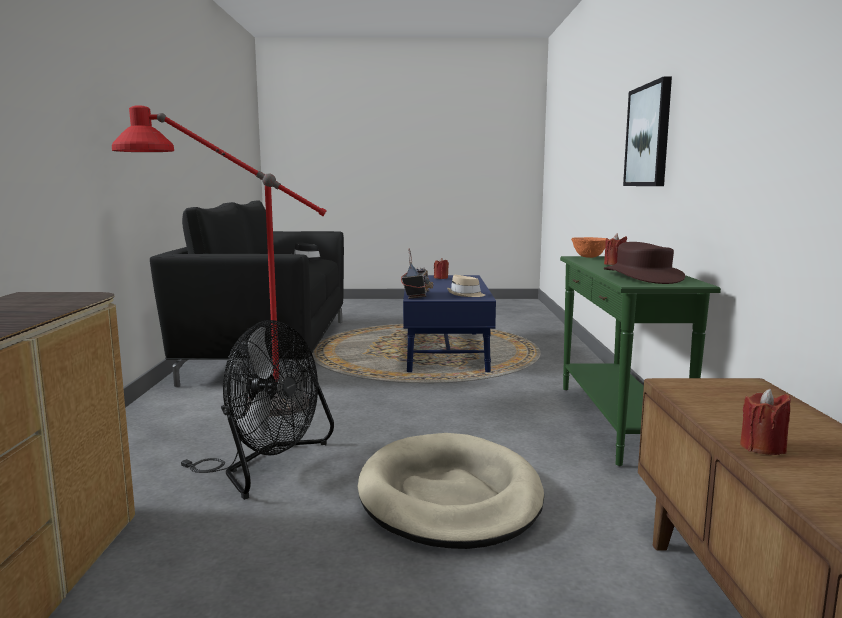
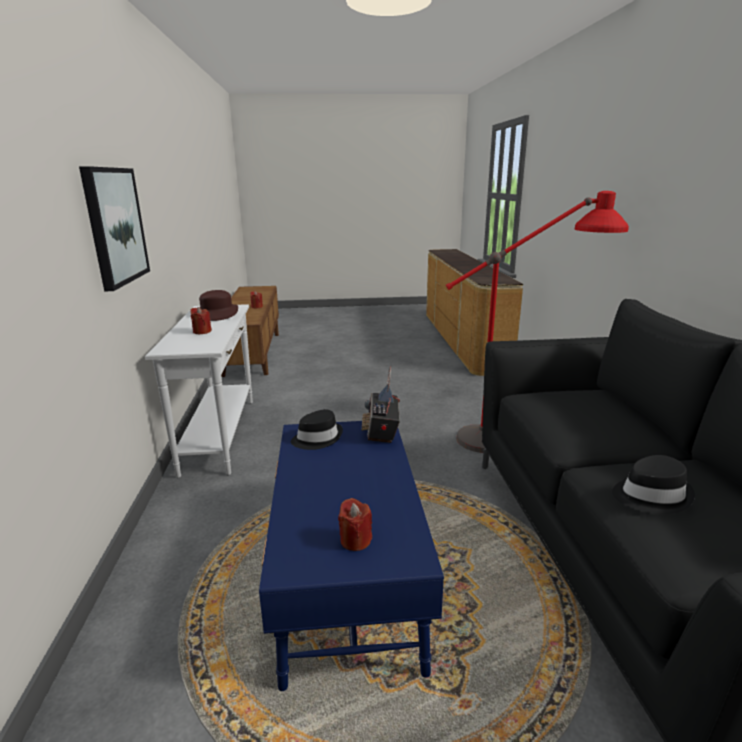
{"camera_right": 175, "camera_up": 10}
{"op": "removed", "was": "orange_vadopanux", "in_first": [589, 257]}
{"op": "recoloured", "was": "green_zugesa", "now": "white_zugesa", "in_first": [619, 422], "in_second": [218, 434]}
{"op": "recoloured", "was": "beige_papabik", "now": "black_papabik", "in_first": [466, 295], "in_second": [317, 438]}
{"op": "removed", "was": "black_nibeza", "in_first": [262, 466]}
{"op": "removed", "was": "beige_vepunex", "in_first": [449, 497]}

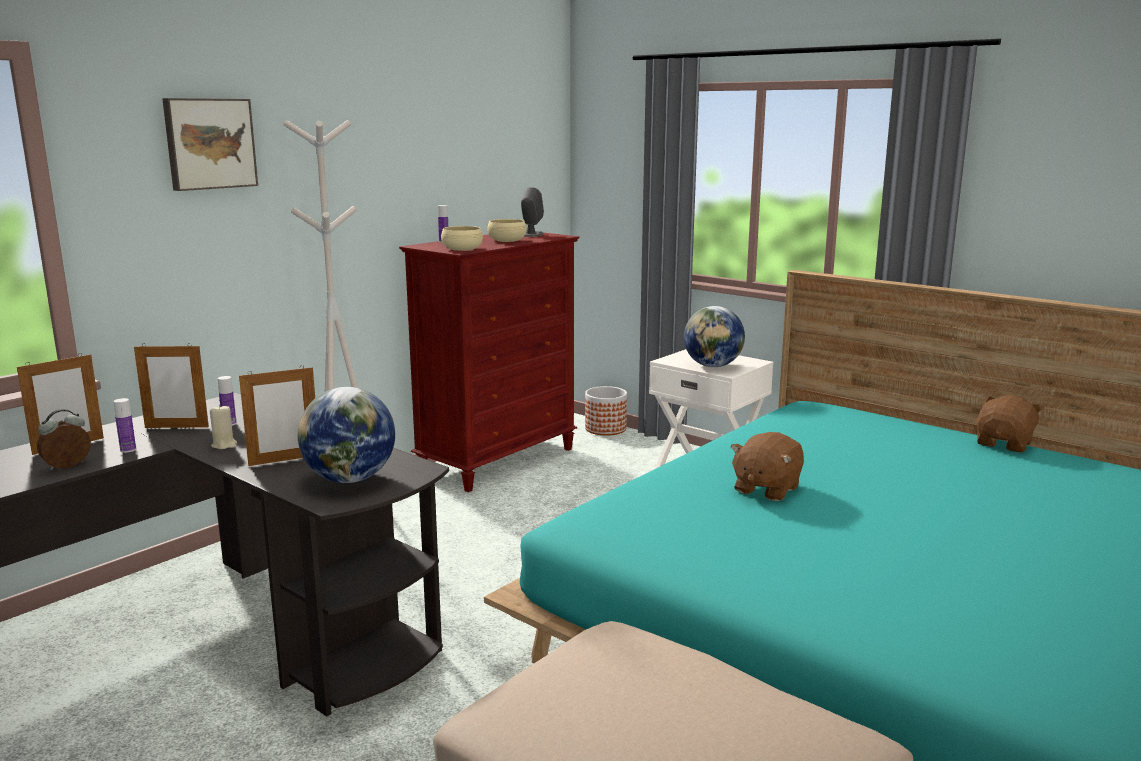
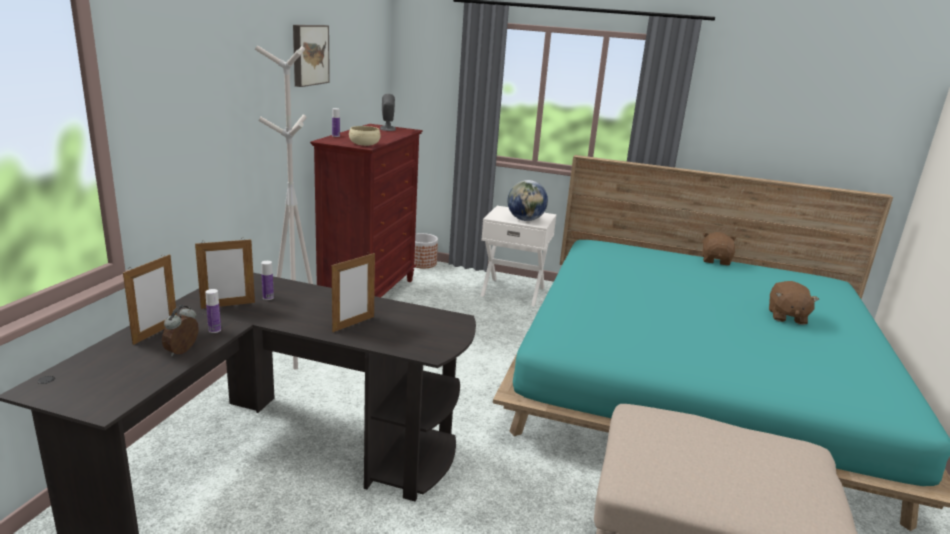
{"camera_right": -25, "camera_up": 5}
{"op": "moved", "was": "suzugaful", "in_first": [209, 143], "in_second": [309, 54]}
{"op": "removed", "was": "beige_vadopanux", "in_first": [507, 240]}
{"op": "removed", "was": "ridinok", "in_first": [349, 479]}
{"op": "removed", "was": "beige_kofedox", "in_first": [224, 445]}
{"op": "moved", "was": "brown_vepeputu", "in_first": [765, 489], "in_second": [786, 317]}

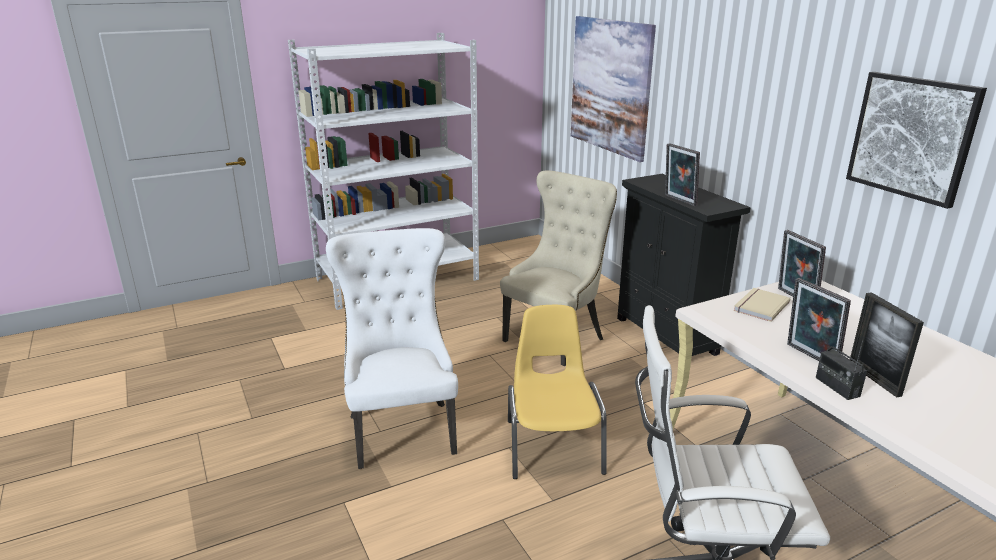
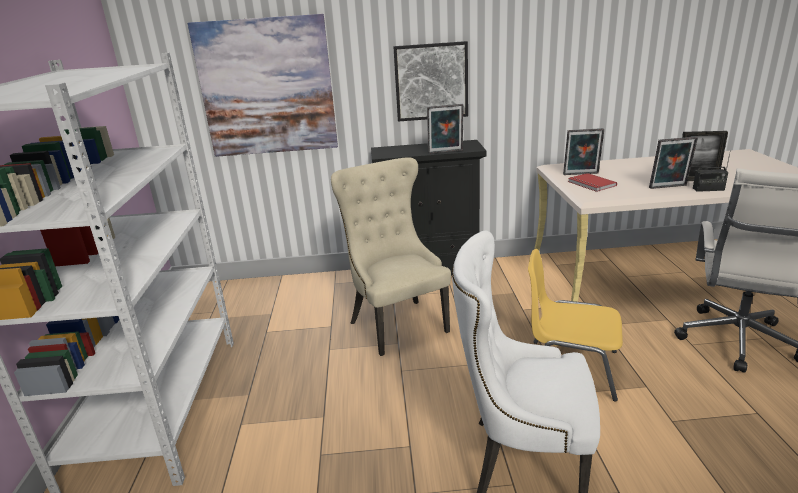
{"camera_right": -65, "camera_up": 0}
{"op": "moved", "was": "suzugaful", "in_first": [912, 137], "in_second": [431, 81]}
{"op": "recoloured", "was": "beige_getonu", "now": "red_getonu", "in_first": [759, 306], "in_second": [591, 184]}

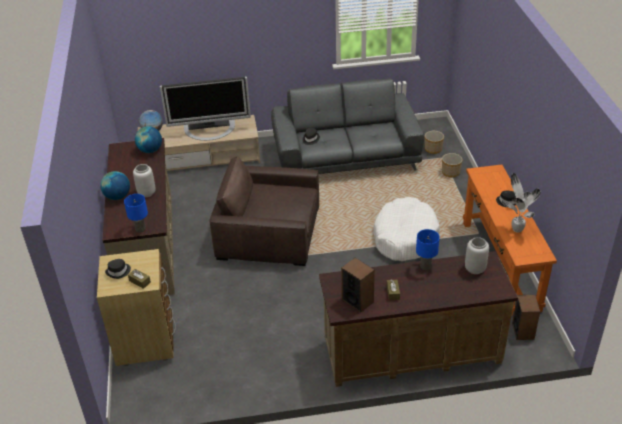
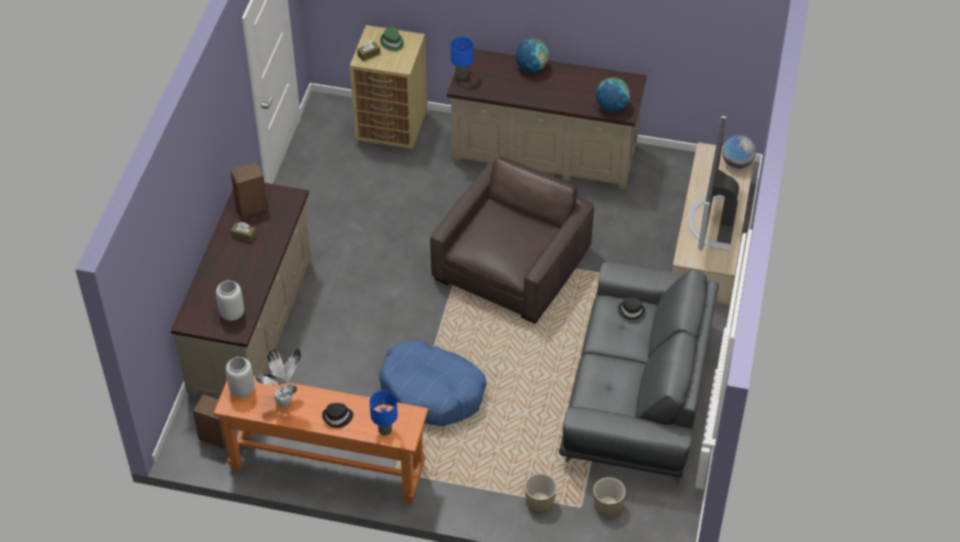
{"camera_right": 110, "camera_up": 10}
{"op": "moved", "was": "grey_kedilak", "in_first": [146, 193], "in_second": [242, 389]}
{"op": "recoloured", "was": "white_vepunex", "now": "blue_vepunex", "in_first": [404, 237], "in_second": [432, 392]}
{"op": "moved", "was": "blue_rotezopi", "in_first": [426, 267], "in_second": [385, 431]}
{"op": "recoloured", "was": "black_papabik", "now": "green_papabik", "in_first": [118, 272], "in_second": [392, 43]}

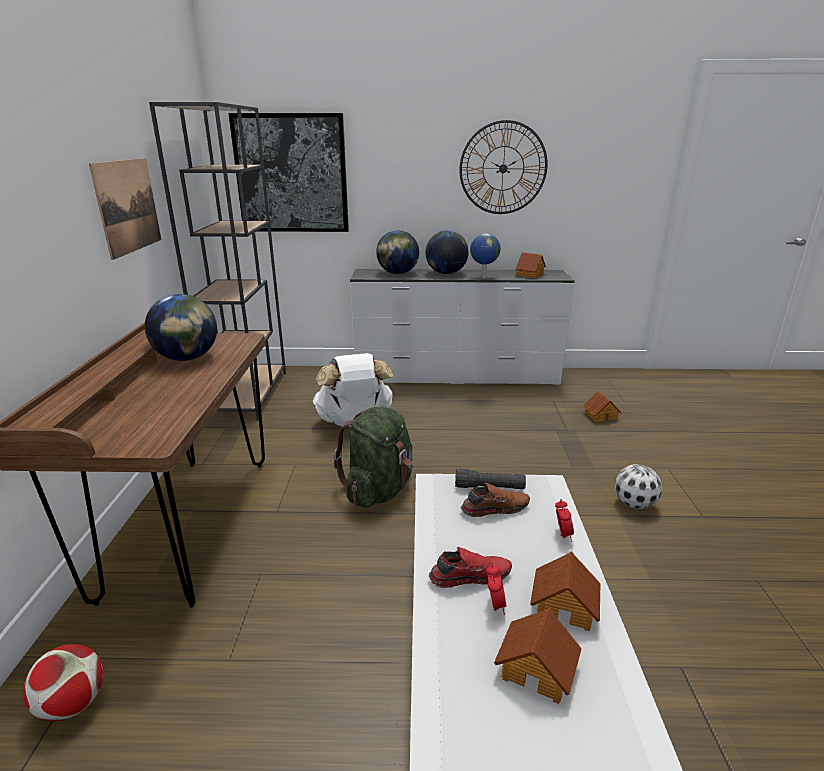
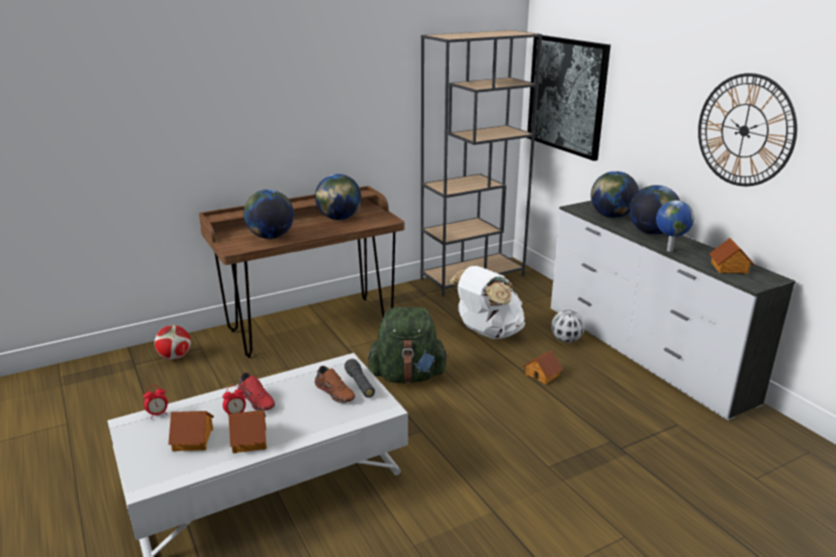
{"camera_right": 60, "camera_up": 0}
{"op": "removed", "was": "suzugaful", "in_first": [128, 206]}
{"op": "moved", "was": "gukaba", "in_first": [600, 415], "in_second": [542, 374]}
{"op": "moved", "was": "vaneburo", "in_first": [634, 504], "in_second": [566, 340]}
{"op": "moved", "was": "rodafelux", "in_first": [562, 535], "in_second": [158, 414]}
{"op": "added", "now": "ridinok", "in_second": [270, 236]}

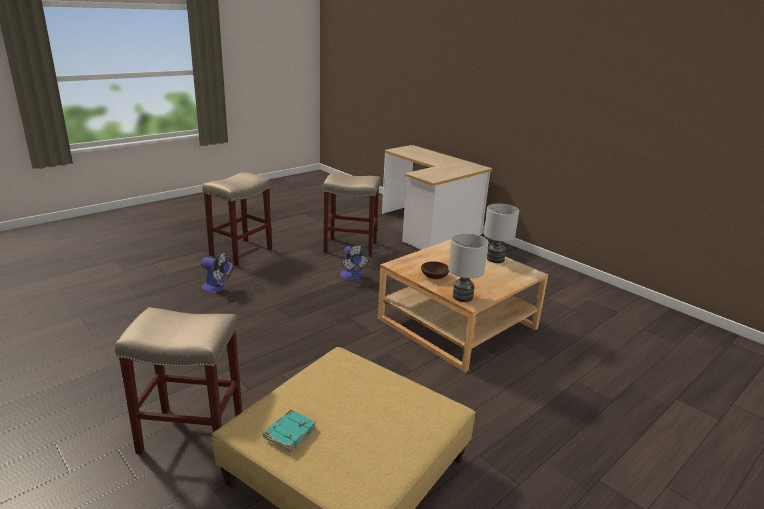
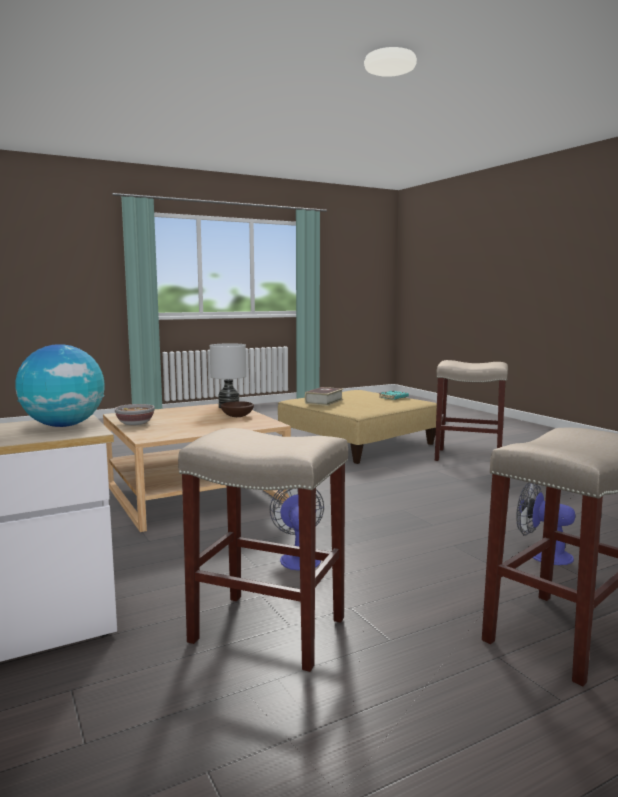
{"camera_right": -165, "camera_up": -15}
{"op": "replaced", "was": "grey_rotezopi", "now": "vadopanux", "in_first": [495, 259], "in_second": [135, 423]}
{"op": "added", "now": "ridinok", "in_second": [63, 425]}
{"op": "added", "now": "getonu", "in_second": [324, 401]}

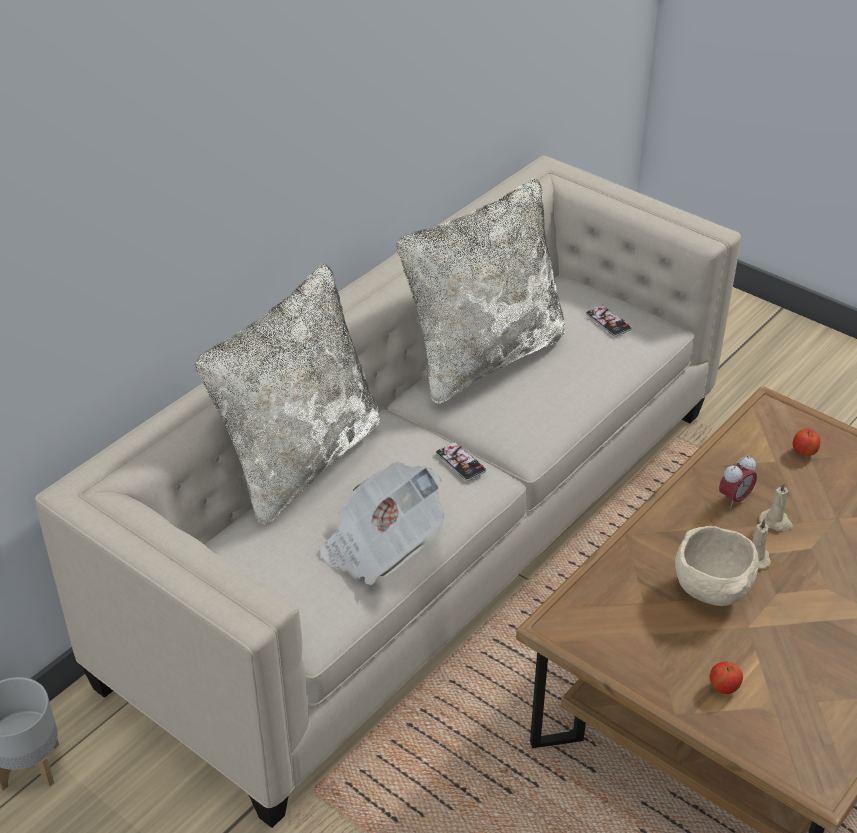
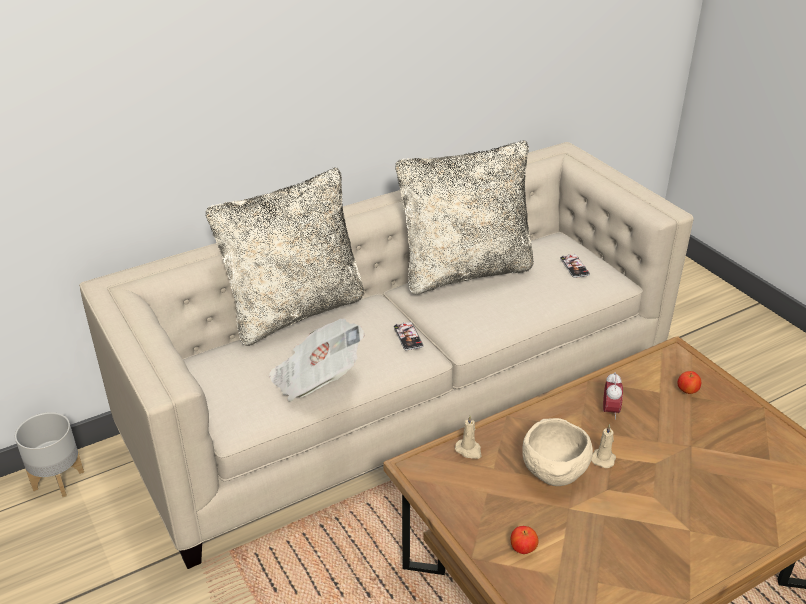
{"camera_right": 20, "camera_up": -5}
{"op": "turned", "was": "rodafelux", "in_first": [734, 499], "in_second": [610, 411], "clockwise": -60}
{"op": "moved", "was": "beige_kofedox", "in_first": [776, 522], "in_second": [469, 450]}

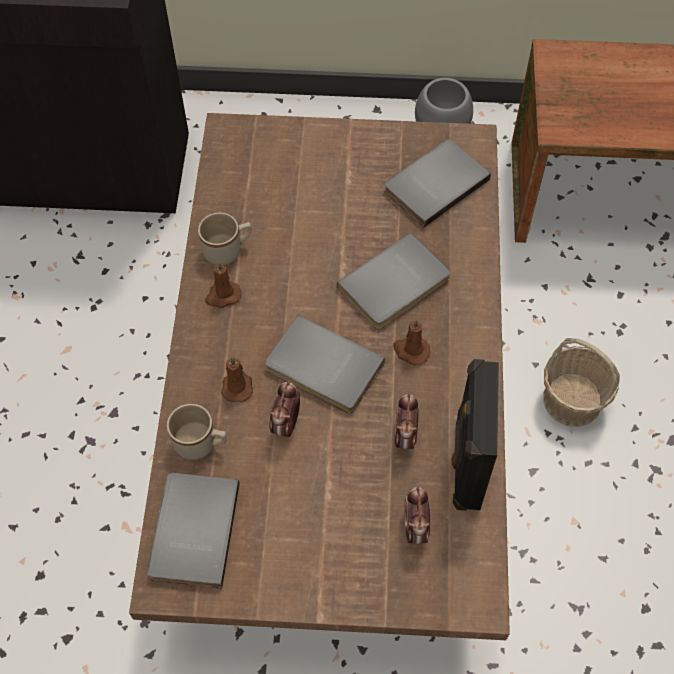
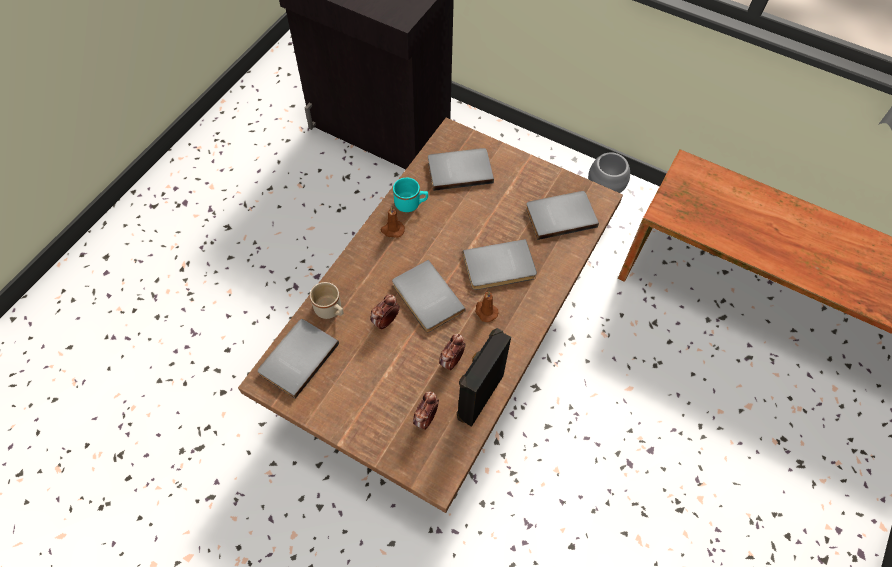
{"camera_right": 25, "camera_up": 0}
{"op": "recoloured", "was": "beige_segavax", "now": "turquoise_segavax", "in_first": [228, 250], "in_second": [411, 204]}
{"op": "removed", "was": "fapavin", "in_first": [572, 400]}
{"op": "removed", "was": "brown_kofedox", "in_first": [237, 386]}
{"op": "added", "now": "grey_getonu", "in_second": [459, 169]}

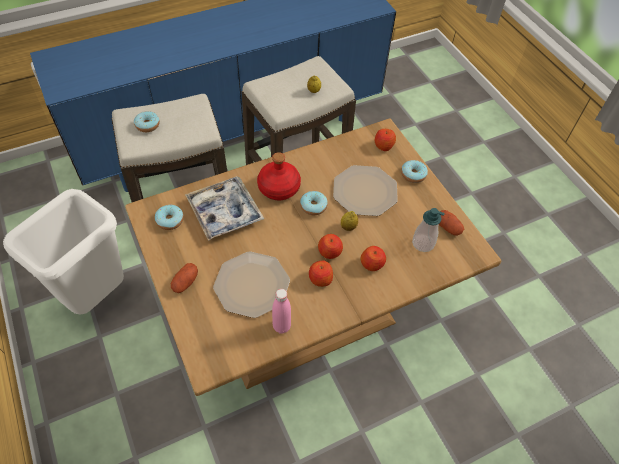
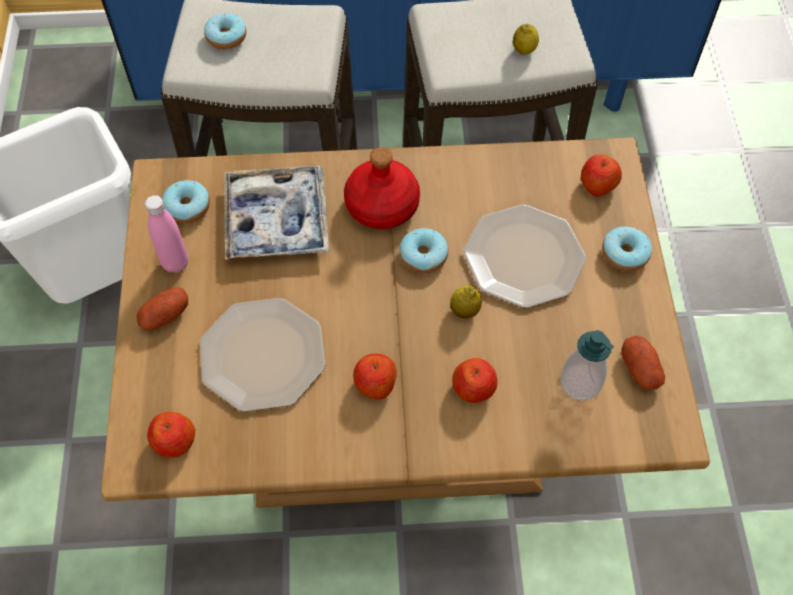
{"camera_right": 25, "camera_up": 5}
{"op": "moved", "was": "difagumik", "in_first": [330, 252], "in_second": [175, 442]}
{"op": "moved", "was": "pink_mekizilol", "in_first": [281, 326], "in_second": [175, 263]}

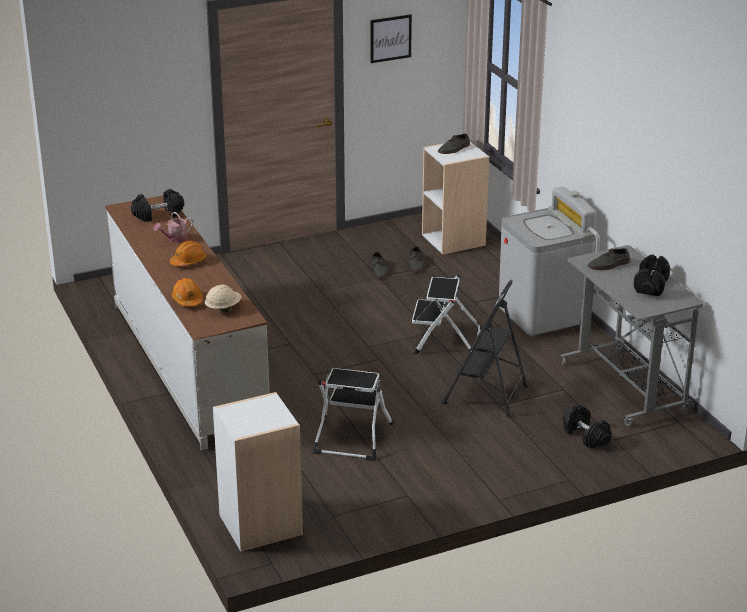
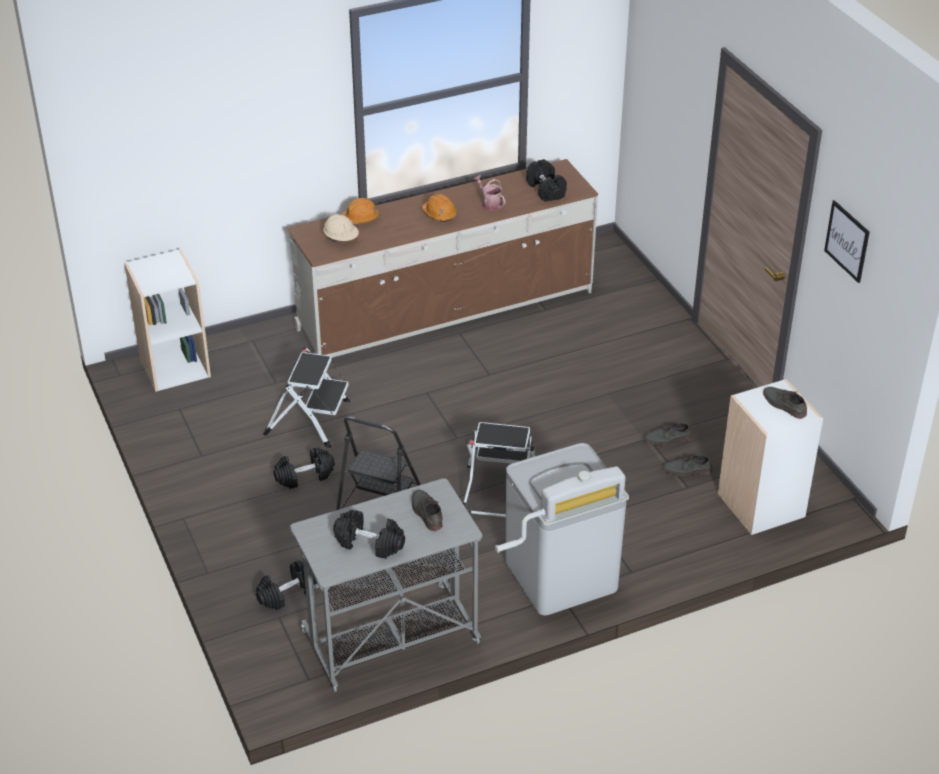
{"camera_right": 90, "camera_up": 10}
{"op": "added", "now": "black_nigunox", "in_second": [304, 476]}

